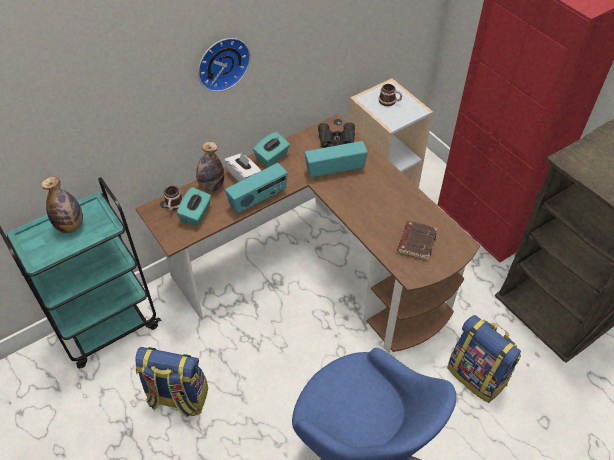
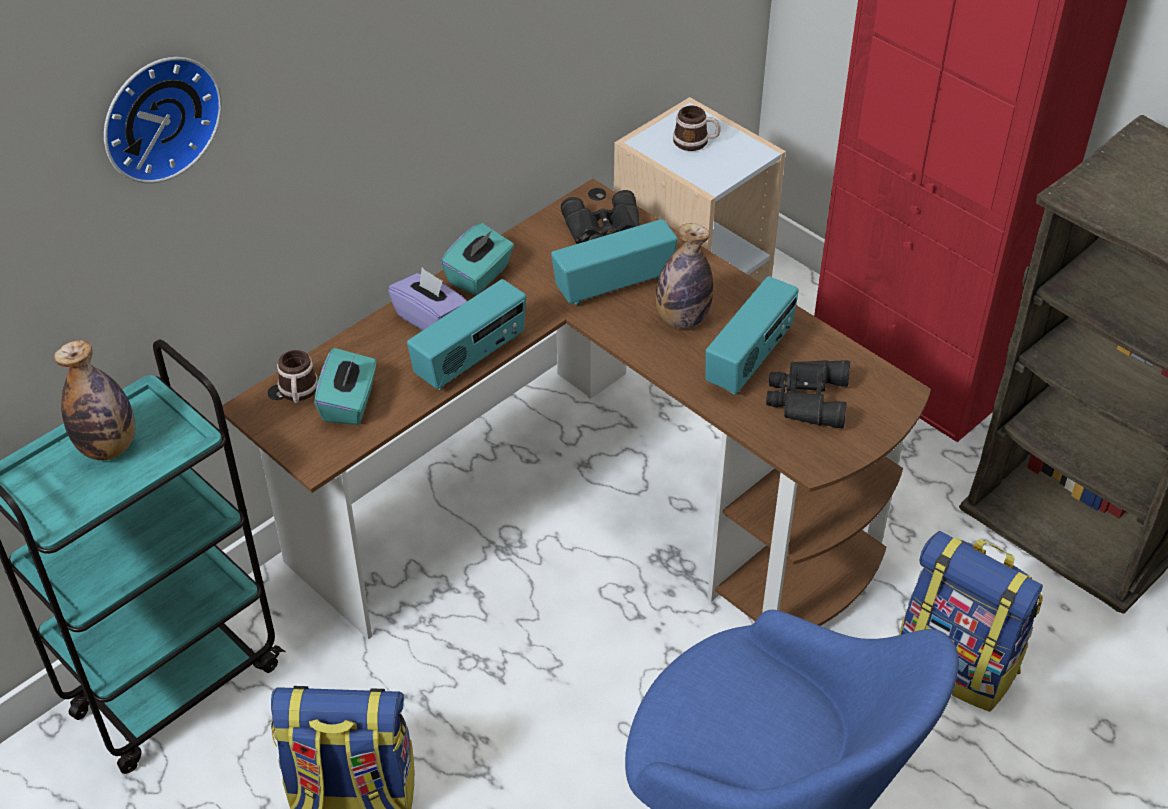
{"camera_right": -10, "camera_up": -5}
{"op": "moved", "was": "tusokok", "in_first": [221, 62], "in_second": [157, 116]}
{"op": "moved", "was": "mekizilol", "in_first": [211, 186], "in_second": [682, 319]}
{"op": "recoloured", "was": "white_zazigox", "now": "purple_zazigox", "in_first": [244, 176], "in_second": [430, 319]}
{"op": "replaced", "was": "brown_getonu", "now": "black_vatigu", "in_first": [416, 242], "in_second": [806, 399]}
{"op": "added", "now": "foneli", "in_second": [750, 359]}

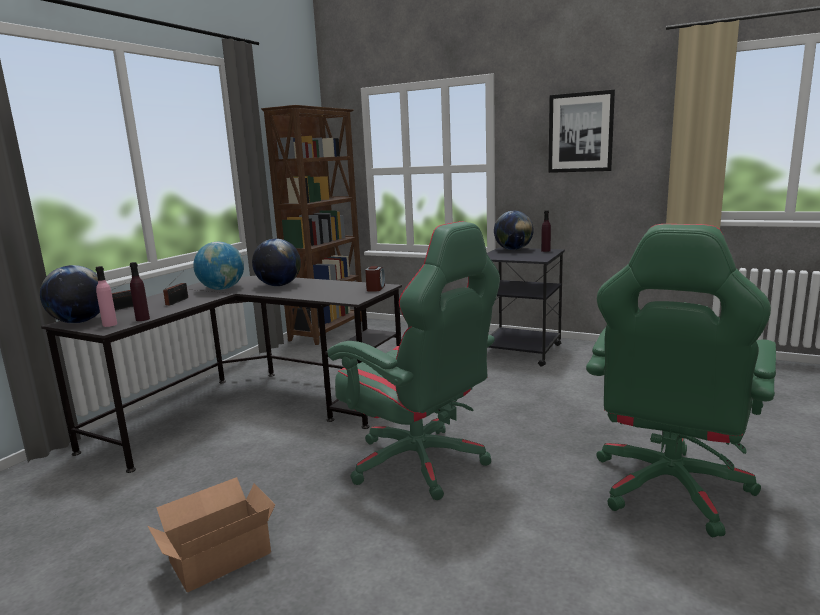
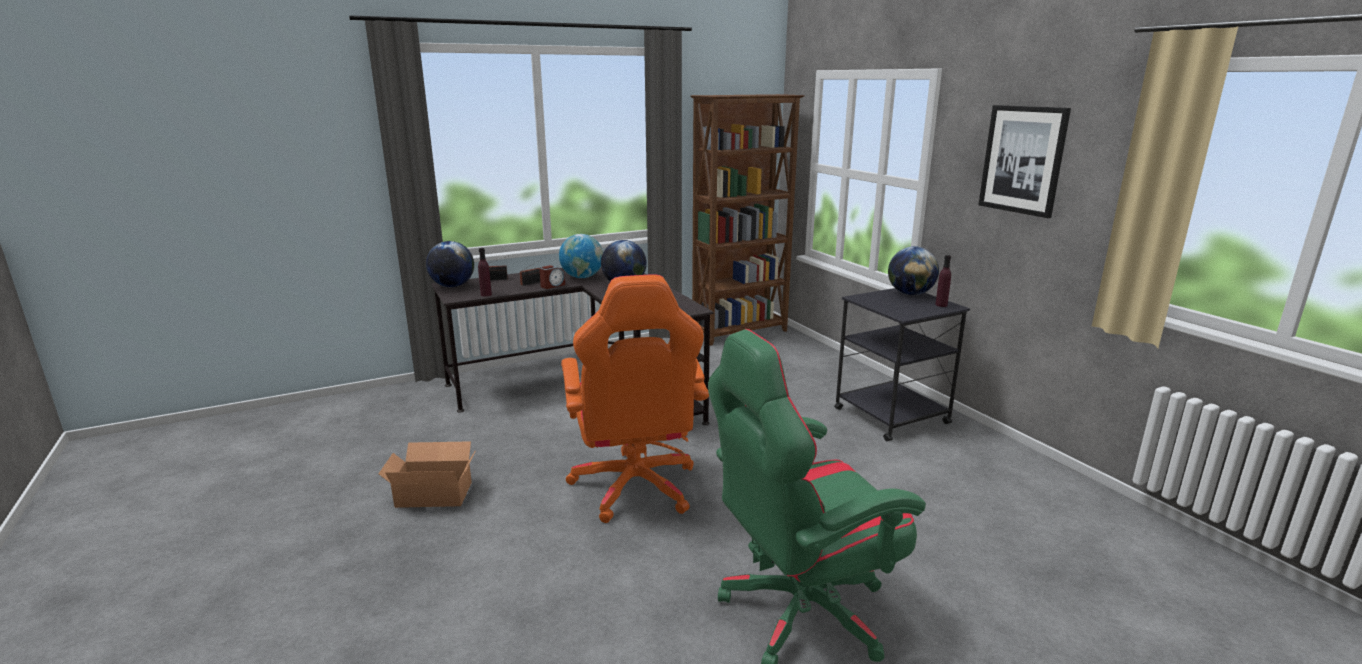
{"camera_right": 35, "camera_up": 5}
{"op": "recoloured", "was": "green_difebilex", "now": "orange_difebilex", "in_first": [418, 462], "in_second": [634, 486]}
{"op": "removed", "was": "pink_mekizilol", "in_first": [110, 324]}
{"op": "moved", "was": "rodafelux", "in_first": [375, 288], "in_second": [552, 285]}

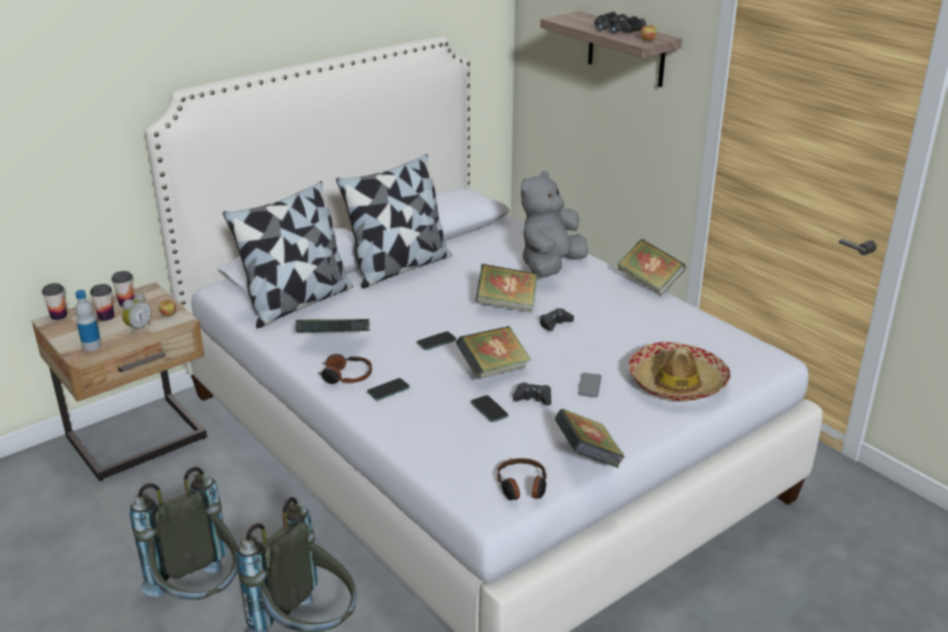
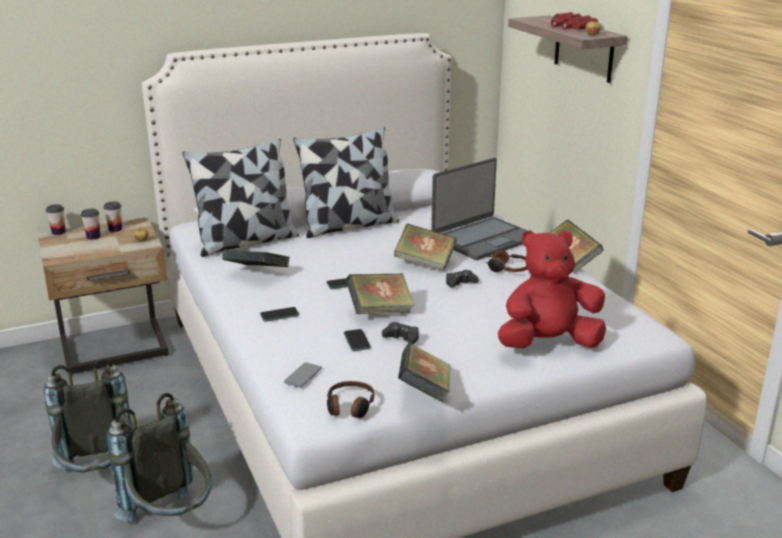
{"camera_right": 15, "camera_up": -5}
{"op": "recoloured", "was": "black_vatigu", "now": "red_vatigu", "in_first": [616, 29], "in_second": [570, 27]}
{"op": "replaced", "was": "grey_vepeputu", "now": "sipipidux", "in_first": [550, 267], "in_second": [483, 239]}
{"op": "removed", "was": "mekizilol", "in_first": [92, 346]}
{"op": "removed", "was": "rodafelux", "in_first": [138, 328]}
{"op": "replaced", "was": "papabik", "now": "red_vepeputu", "in_first": [677, 383], "in_second": [548, 344]}
{"op": "moved", "was": "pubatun", "in_first": [346, 376], "in_second": [507, 268]}
{"op": "moved", "was": "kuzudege", "in_first": [589, 386], "in_second": [303, 376]}

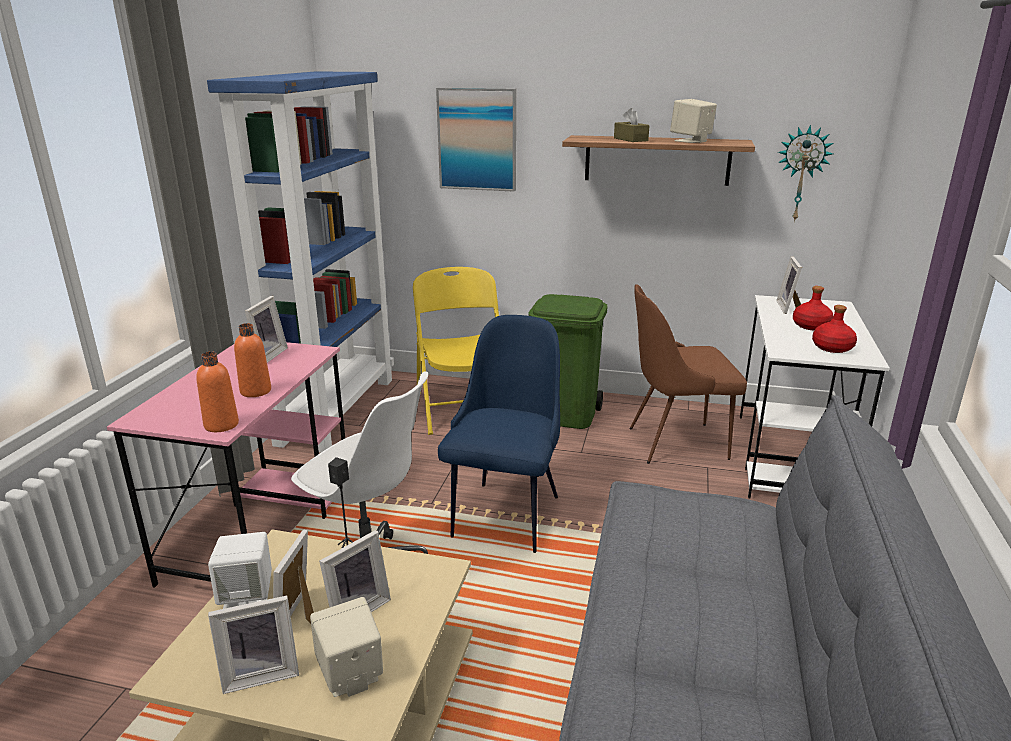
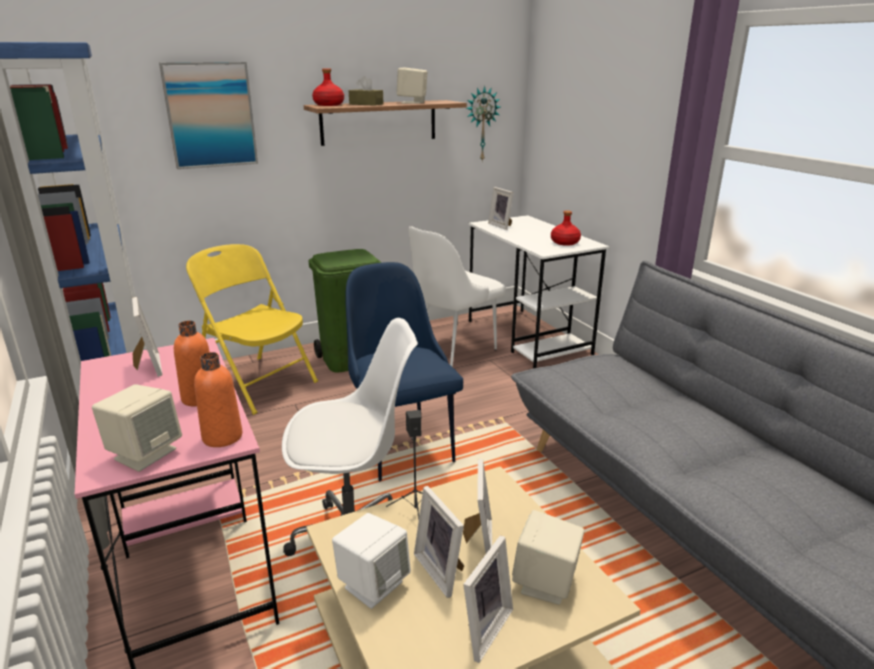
{"camera_right": -40, "camera_up": 0}
{"op": "recoloured", "was": "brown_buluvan", "now": "white_buluvan", "in_first": [677, 443], "in_second": [452, 351]}
{"op": "moved", "was": "red_mekizilol", "in_first": [811, 326], "in_second": [328, 105]}
{"op": "added", "now": "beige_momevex", "in_second": [145, 454]}

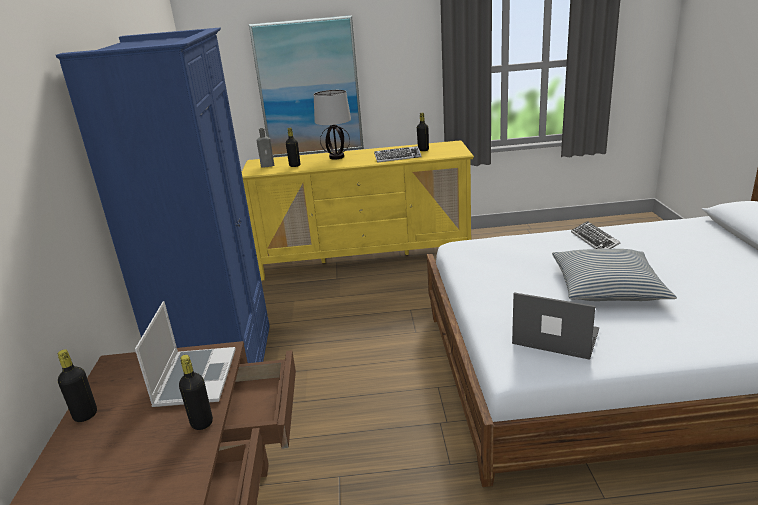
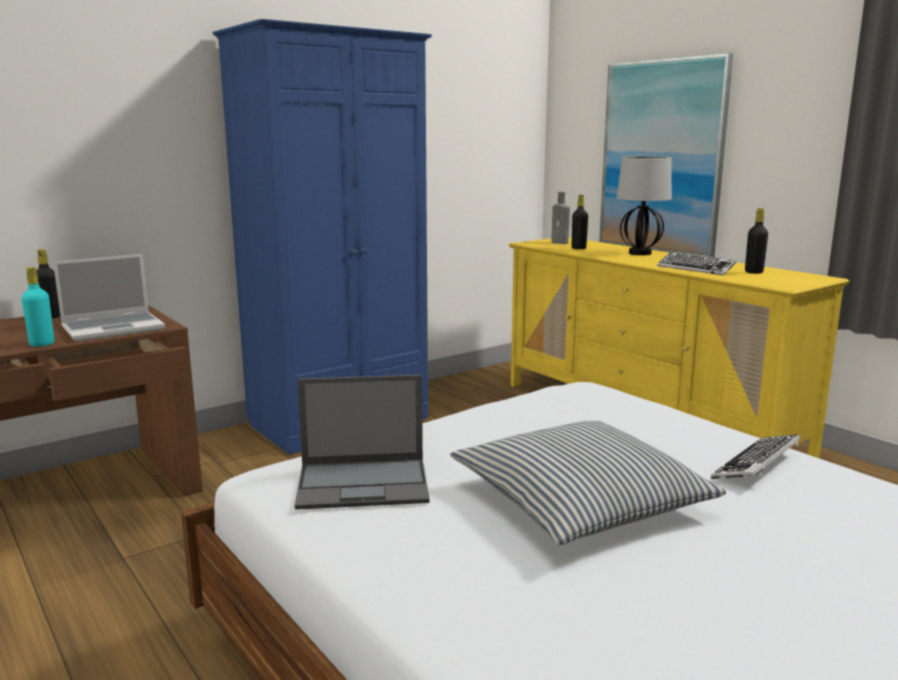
{"camera_right": 55, "camera_up": -10}
{"op": "turned", "was": "sipipidux", "in_first": [554, 336], "in_second": [364, 483], "clockwise": 90}
{"op": "recoloured", "was": "black_mekizilol", "now": "turquoise_mekizilol", "in_first": [202, 423], "in_second": [42, 344]}

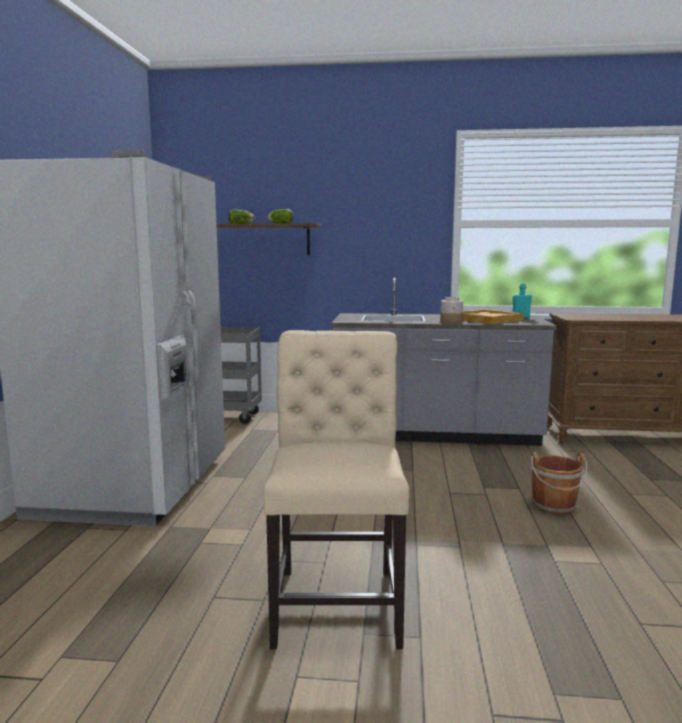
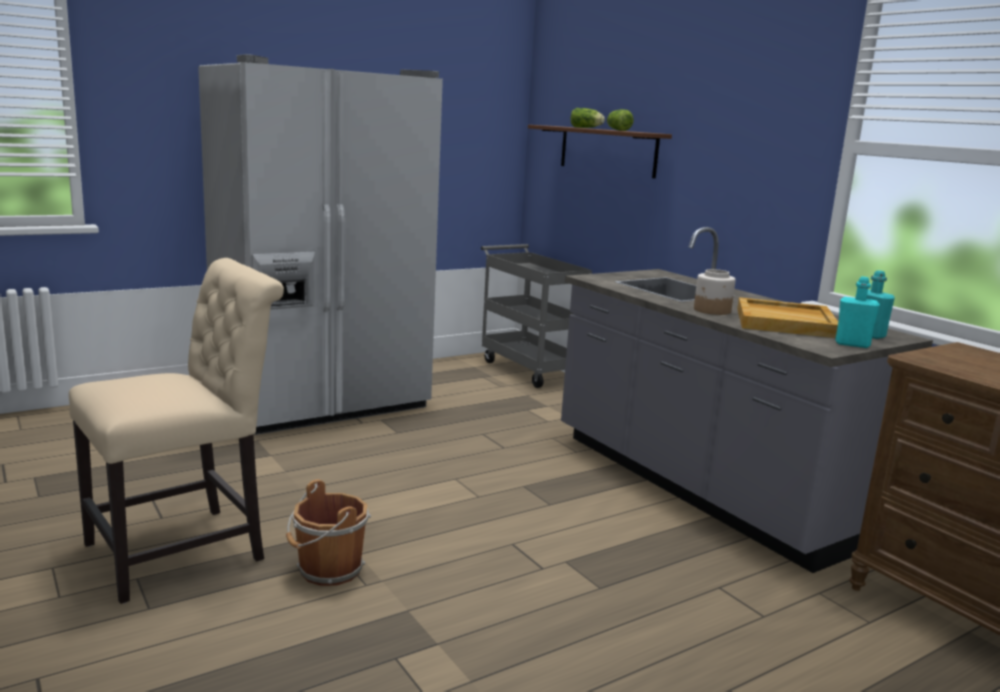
{"camera_right": 50, "camera_up": 5}
{"op": "moved", "was": "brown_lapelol", "in_first": [555, 506], "in_second": [328, 571]}
{"op": "added", "now": "turquoise_mekizilol", "in_second": [852, 344]}

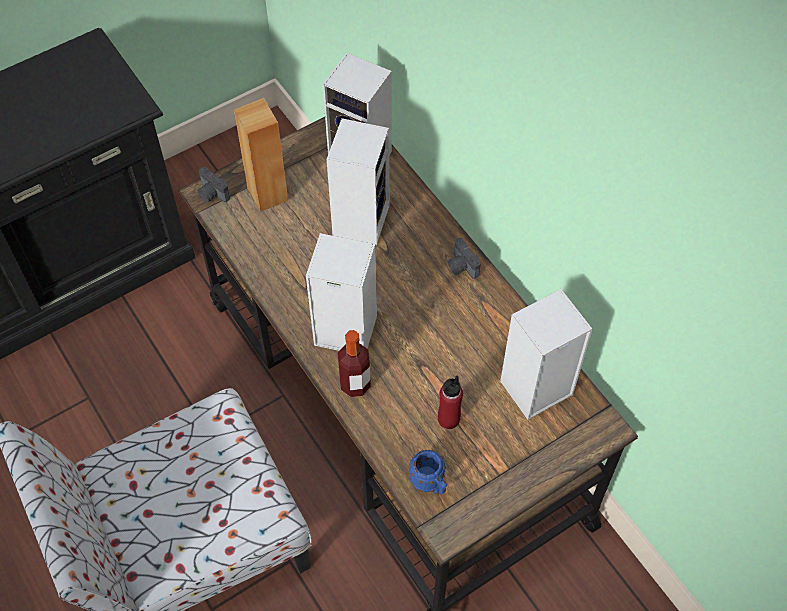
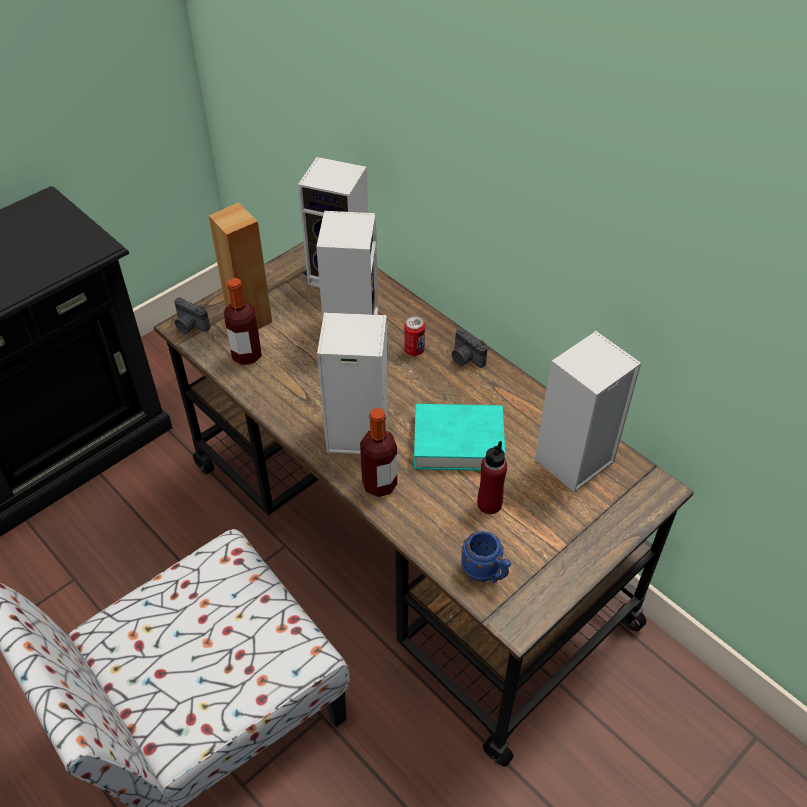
{"camera_right": -10, "camera_up": -10}
{"op": "added", "now": "mekizilol", "in_second": [247, 355]}
{"op": "added", "now": "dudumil", "in_second": [414, 350]}
{"op": "added", "now": "turquoise_getonu", "in_second": [458, 442]}

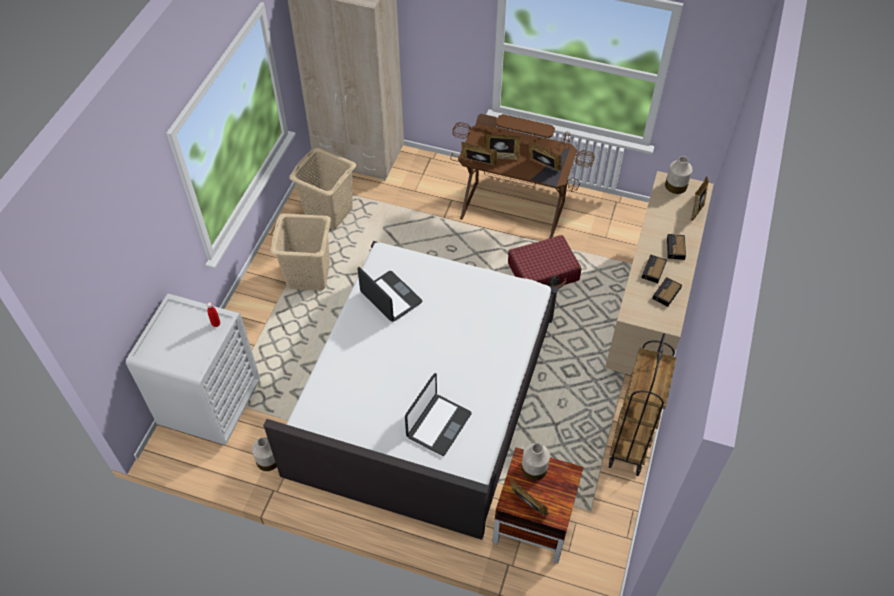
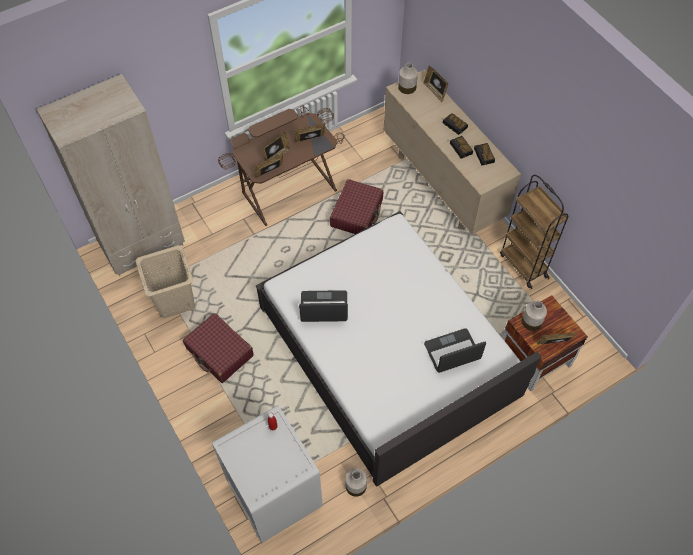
{"camera_right": -50, "camera_up": 5}
{"op": "replaced", "was": "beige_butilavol", "now": "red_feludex", "in_first": [308, 275], "in_second": [219, 352]}
{"op": "turned", "was": "sipipidux", "in_first": [438, 425], "in_second": [452, 352], "clockwise": -90}

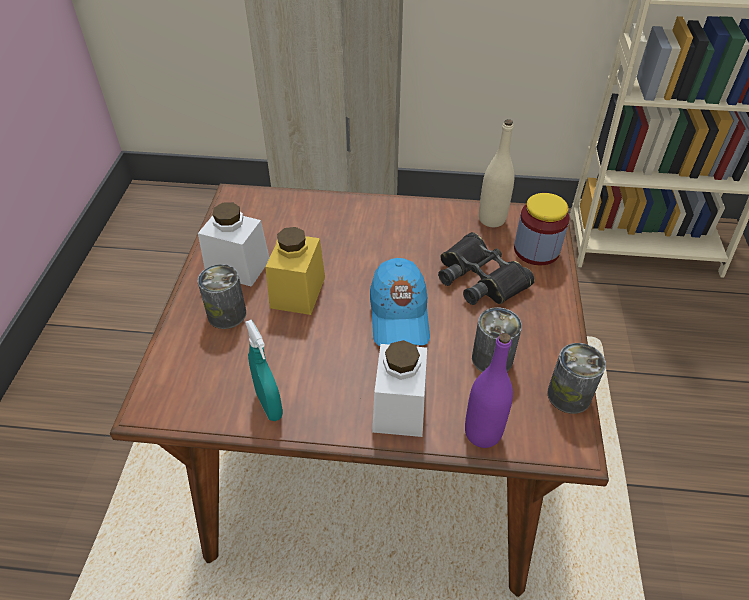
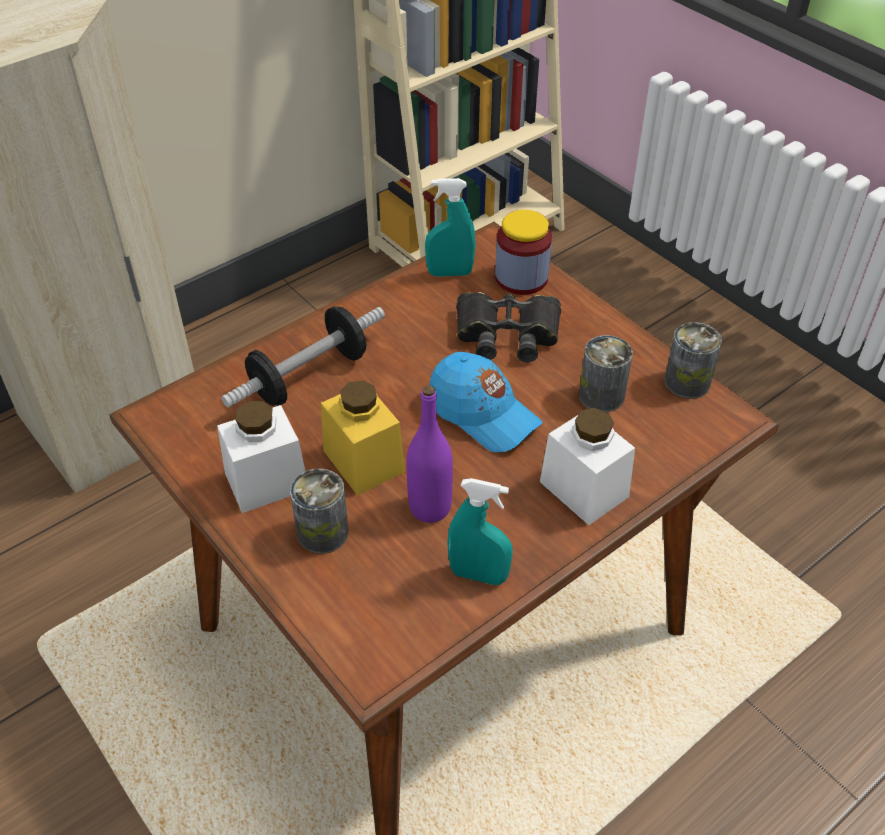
{"camera_right": -45, "camera_up": 0}
{"op": "replaced", "was": "beige_mekizilol", "now": "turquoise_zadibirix", "in_first": [492, 219], "in_second": [450, 273]}
{"op": "moved", "was": "purple_mekizilol", "in_first": [482, 433], "in_second": [430, 508]}
{"op": "added", "now": "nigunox", "in_second": [309, 376]}

